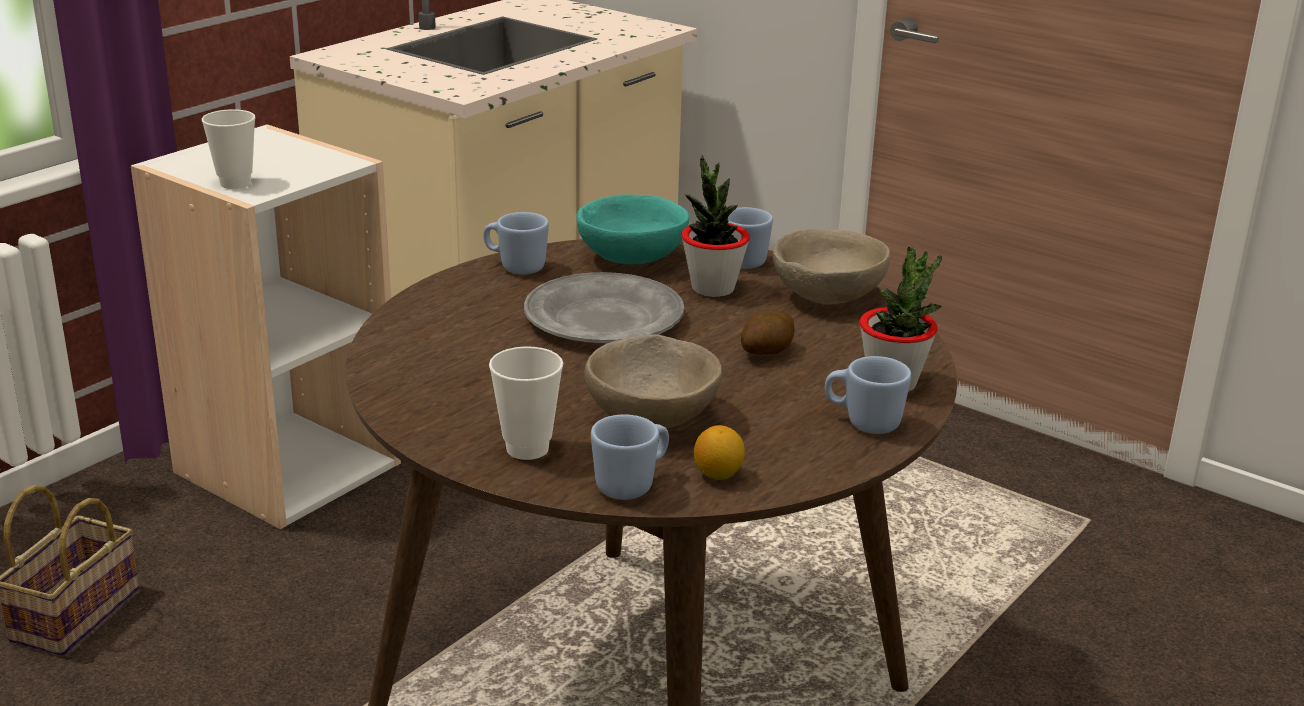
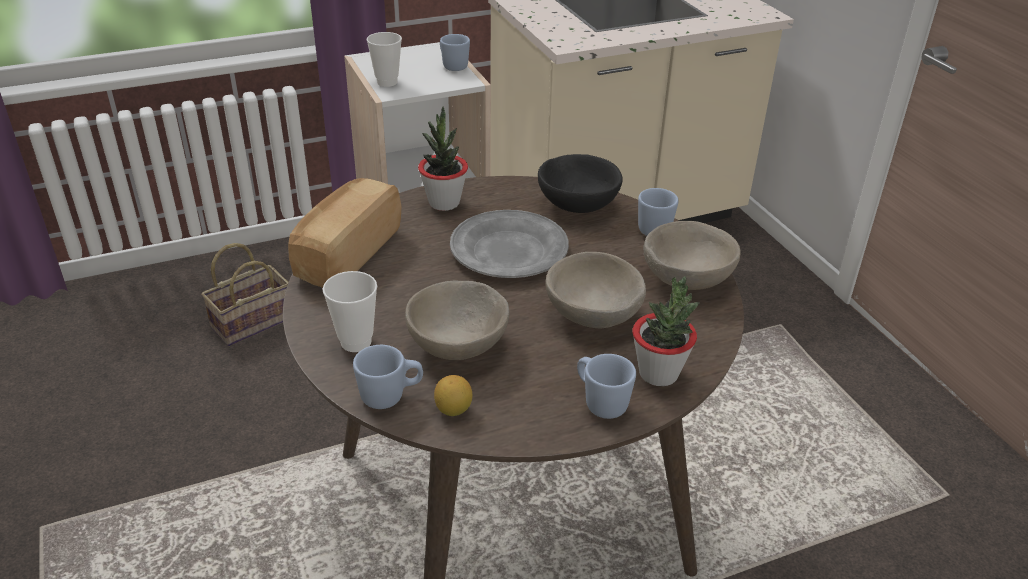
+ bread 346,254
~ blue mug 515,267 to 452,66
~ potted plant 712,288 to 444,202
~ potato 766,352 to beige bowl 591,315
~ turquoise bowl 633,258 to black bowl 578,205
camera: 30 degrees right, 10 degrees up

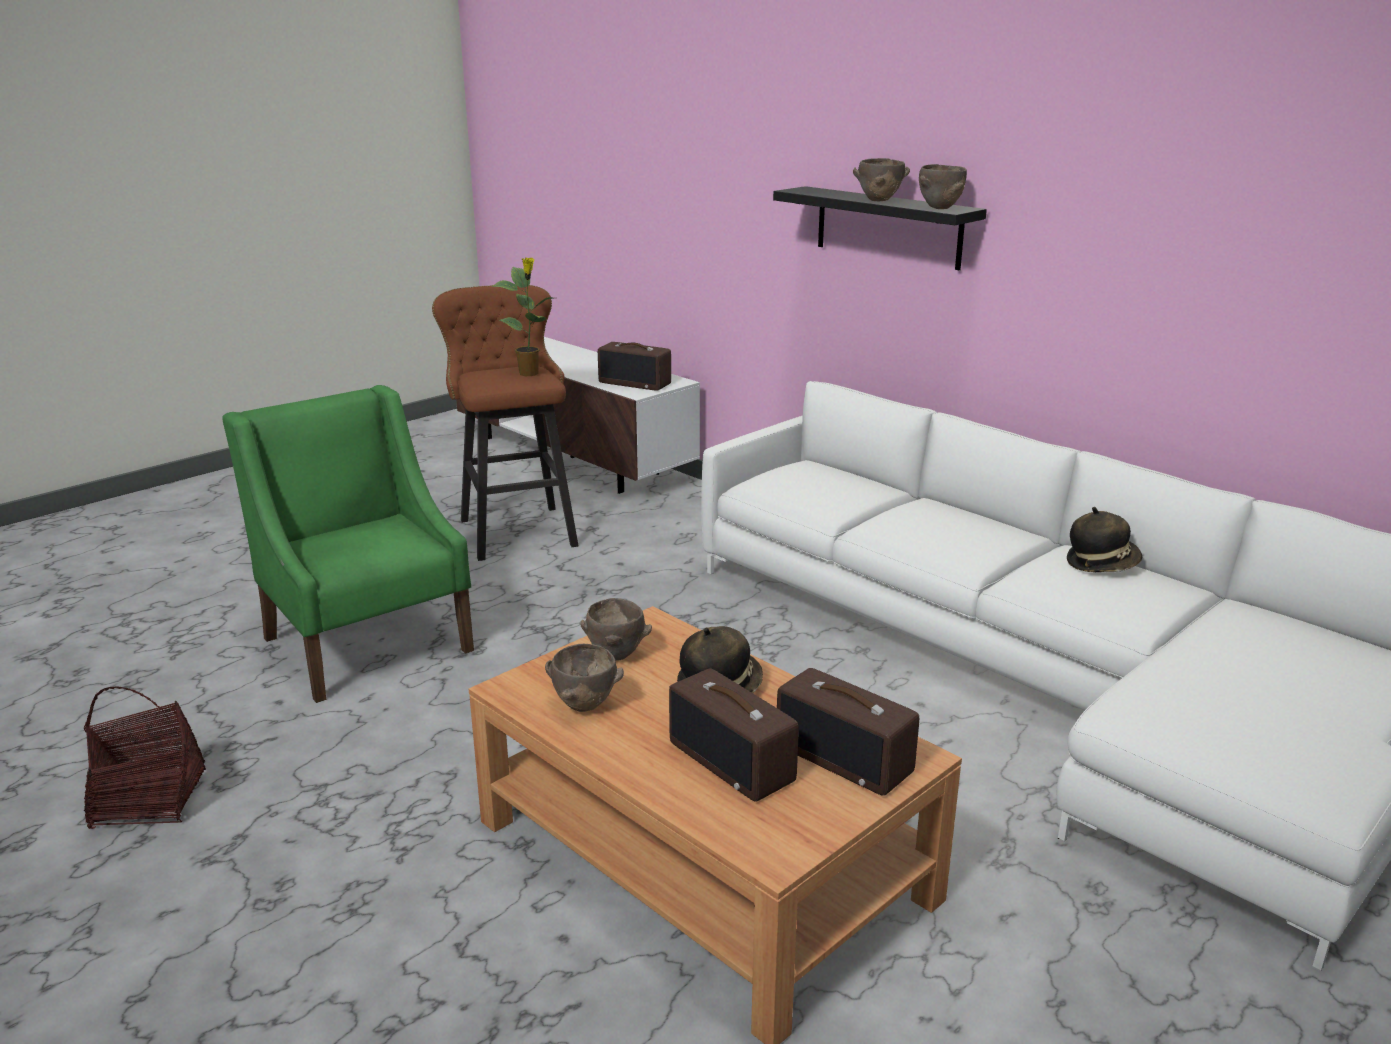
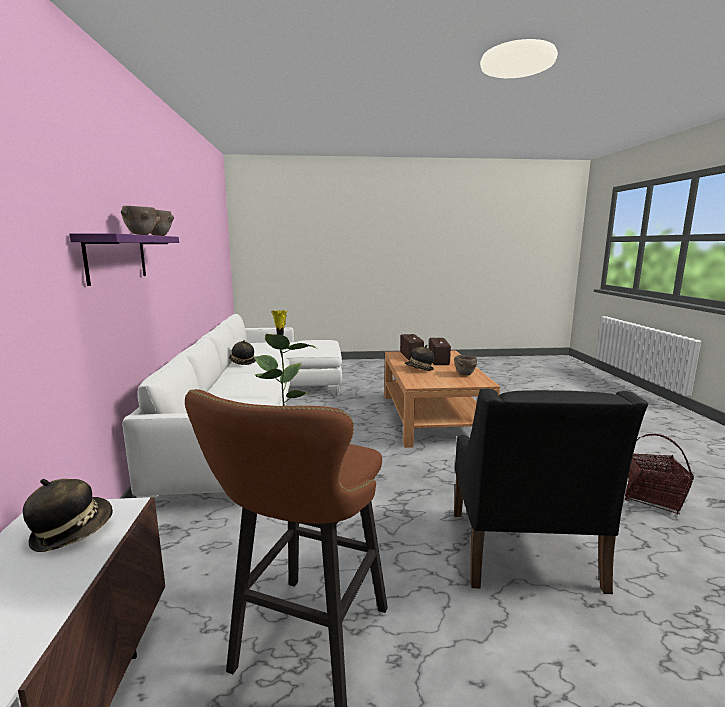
- brown bowl 616,656
~ radio 635,383 to hat 72,531
~ green armchair 367,643 to black armchair 522,550
~ black shelf 888,227 to purple shelf 117,258
camera: 140 degrees left, 10 degrees down

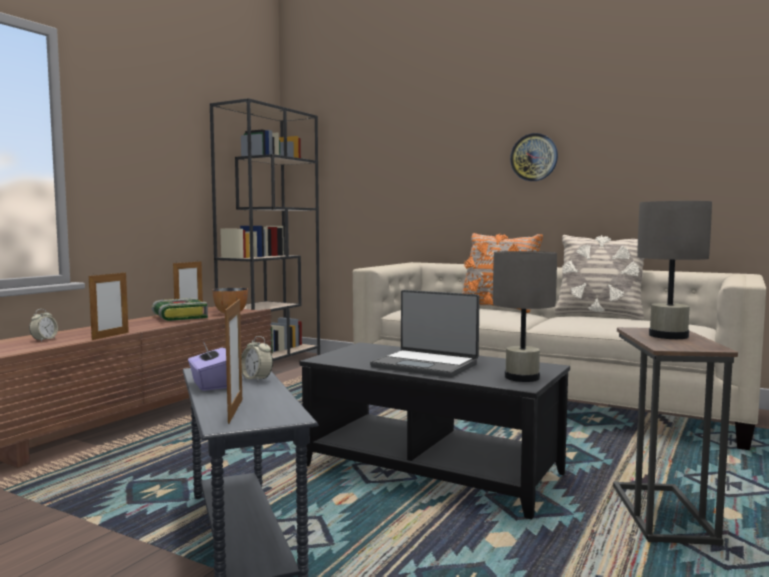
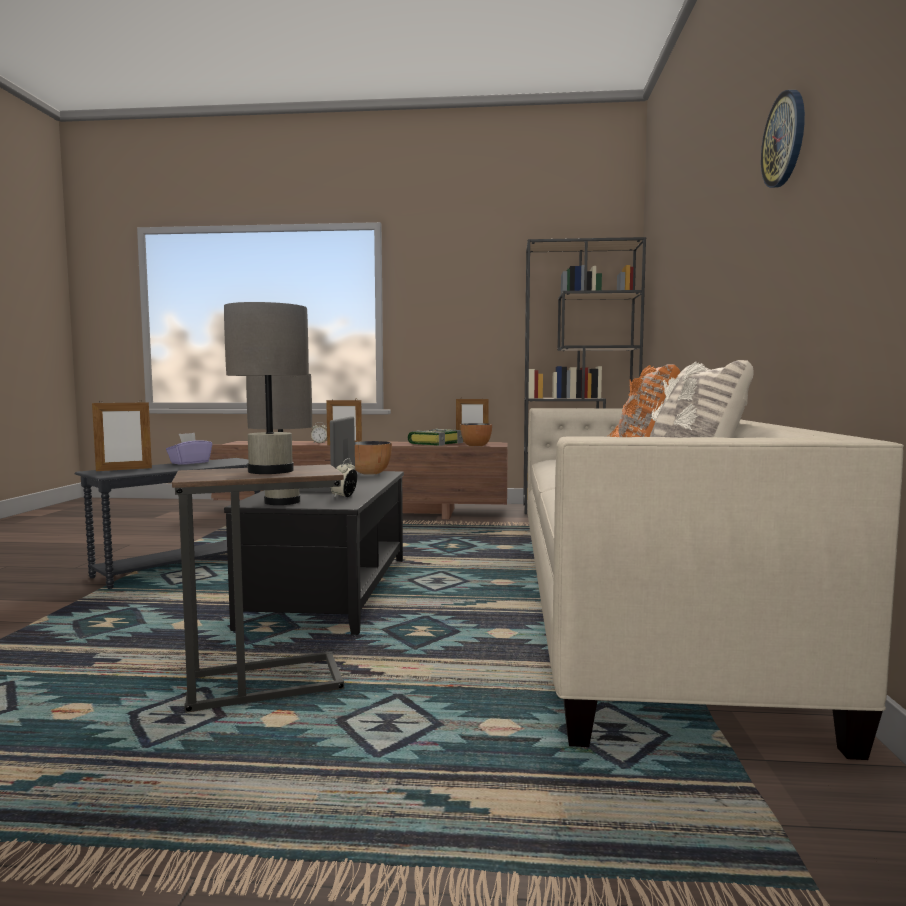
+ bowl 370,473
~ alarm clock 256,379 to 344,496
~ wall clock 534,157 to 784,139
camera: 65 degrees right, 0 degrees up

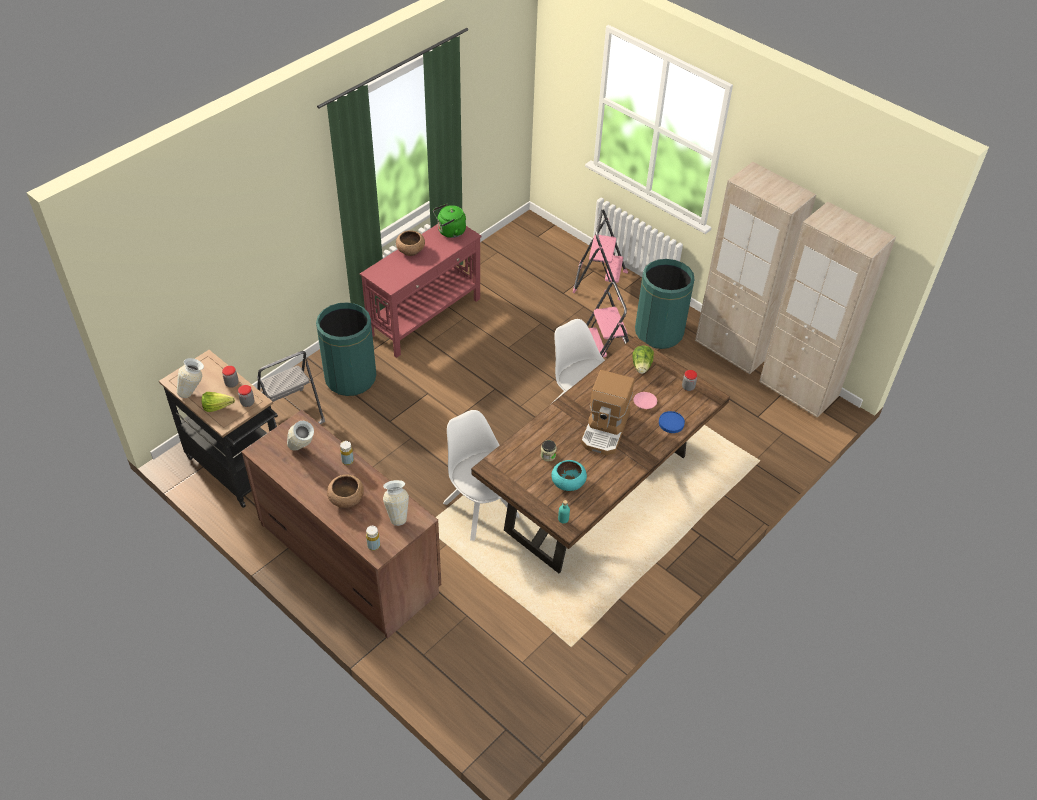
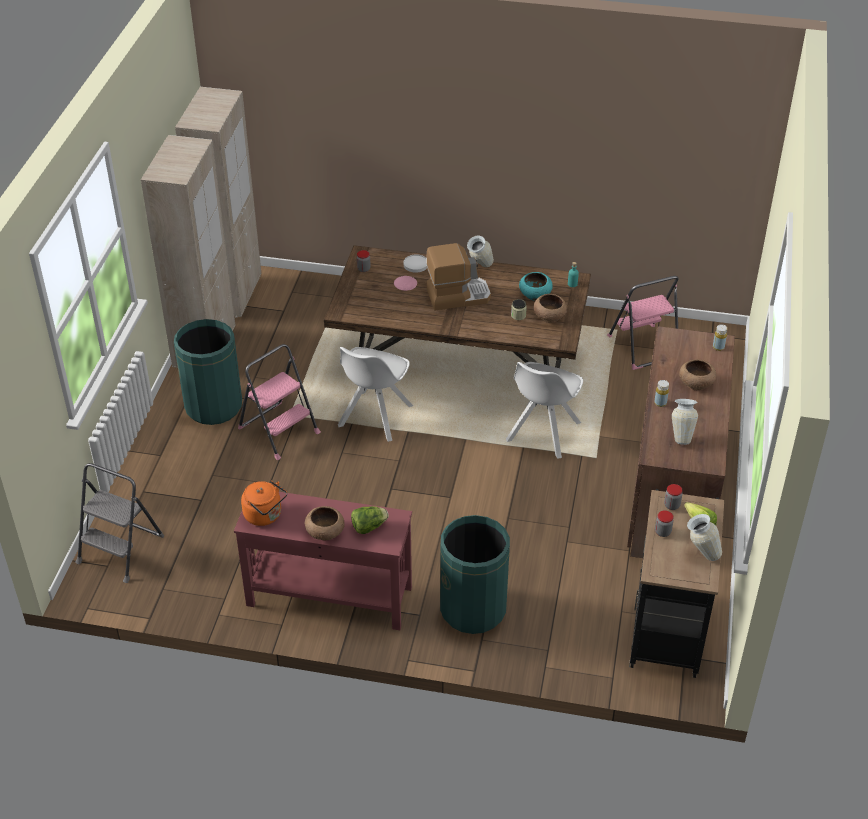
+ brown bowl 549,316
~ grey step ladder 291,416 to 123,547
~ vase 397,514 to 479,268
~ pink step ladder 597,281 to 643,348
~ lettuce 641,366 to 369,527
~ green kettle 450,232 to orange kettle 265,515
~ blue plate 671,423 to white plate 416,264
camera: 120 degrees left, 5 degrees down

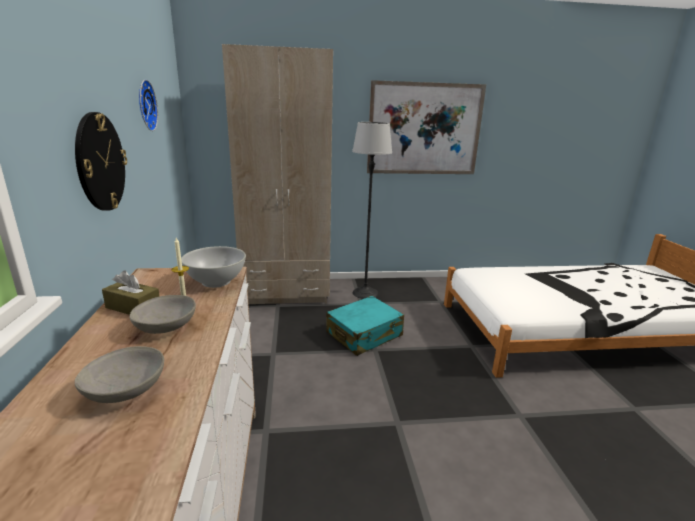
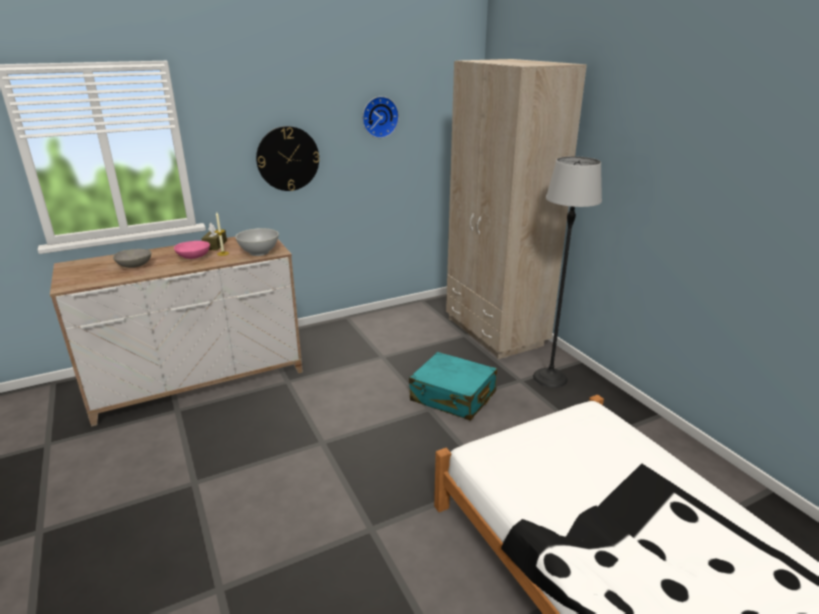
- picture 424,129
~ grey bowl 166,327 to pink bowl 193,257
camera: 70 degrees right, 5 degrees up

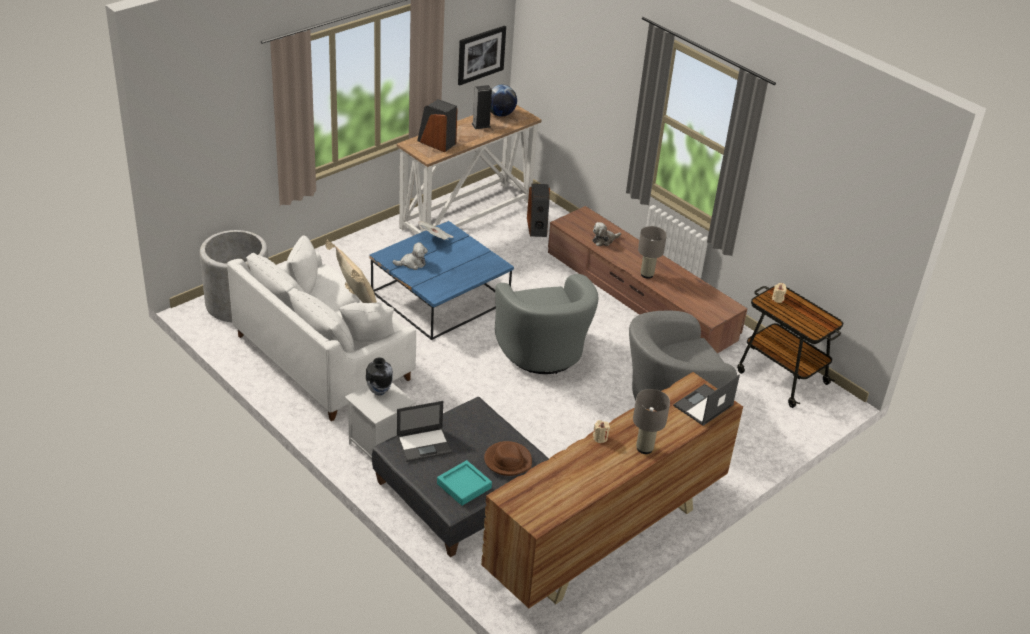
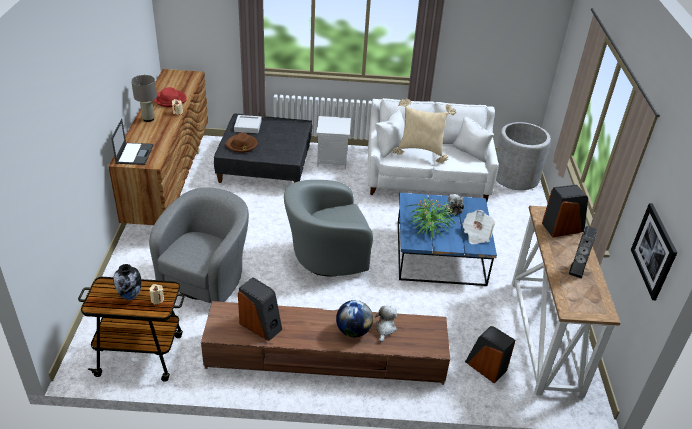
- laptop 425,444
- grey table lamp 647,274
+ red hat 170,100
+ speaker 261,325
+ potted plant 430,227
~ vase 379,391 to 130,296
~ globe 500,114 to 353,331
~ turquoise tray 464,486 to grey tray 248,126
~ grey armchair 542,354 = 326,257 45 degrees counterclockwise
camera: 135 degrees right, 0 degrees up

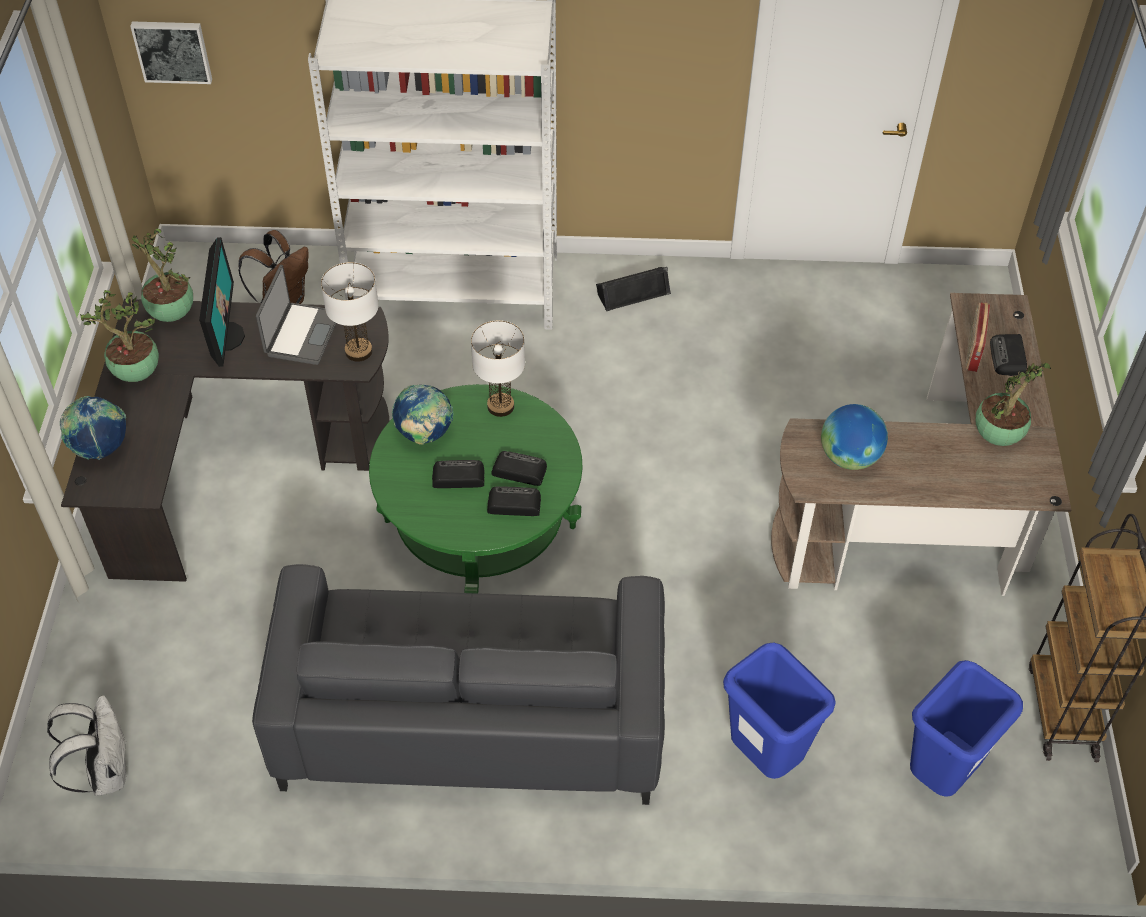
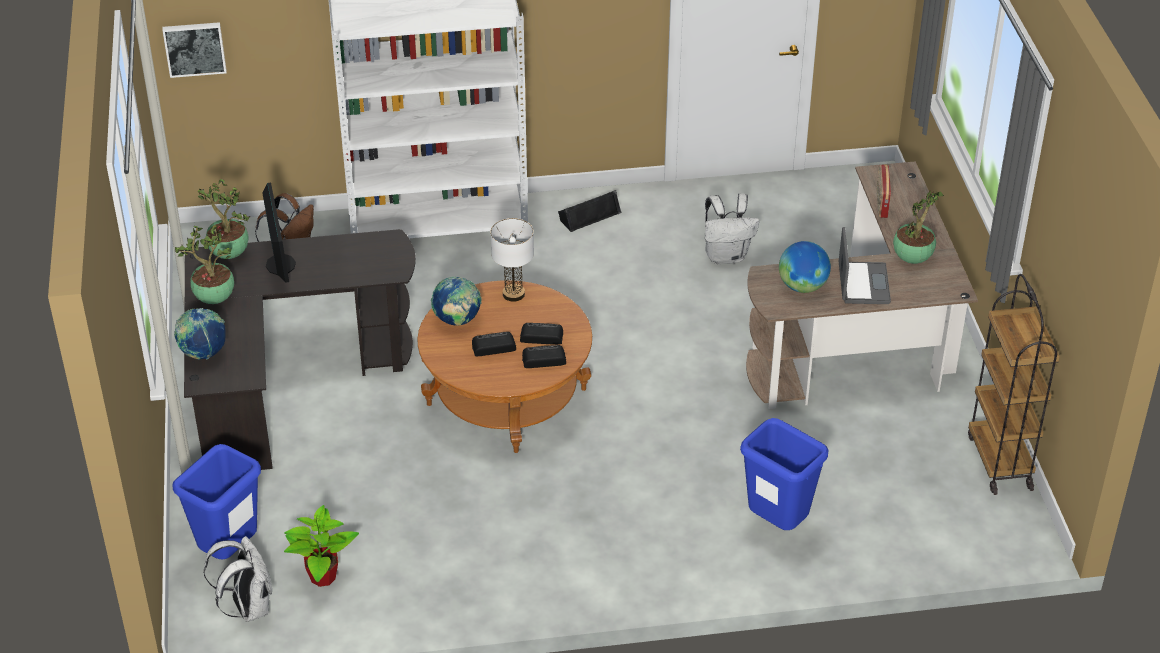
- grey sofa 469,721
- table lamp 358,351
- radio 1008,358
+ potted plant 322,577
+ white backpack 726,256
~ laptop 301,334 to 862,284
~ blue trash can 940,776 to 229,552
~ green coffee table 479,524 to brown coffee table 506,397
camera: 10 degrees left, 10 degrees down

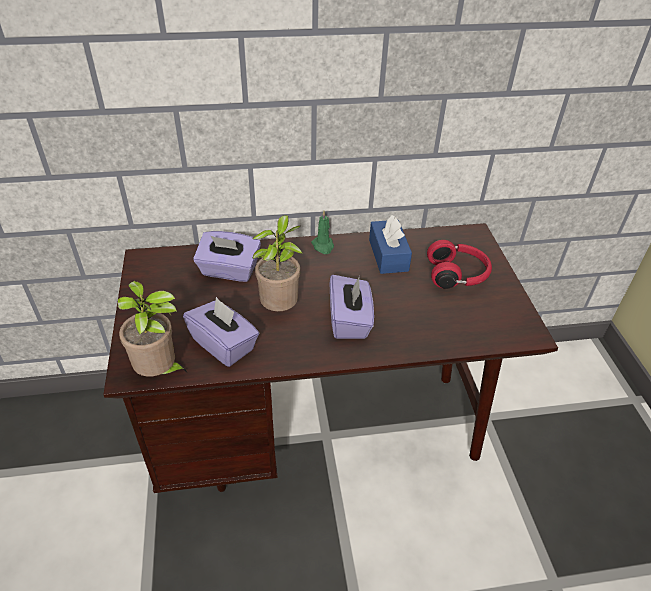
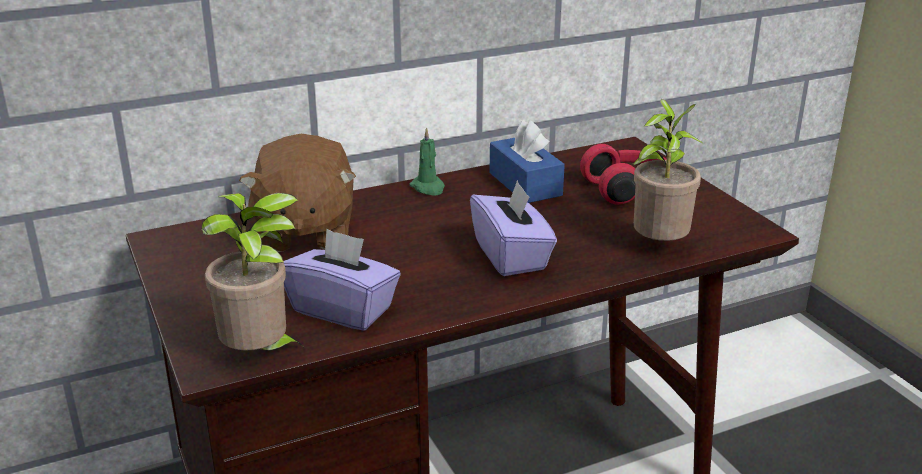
~ potted plant 280,308 to 658,247
~ purple tissue box 229,271 to brown plush toy 304,232
camera: 15 degrees left, 15 degrees down

